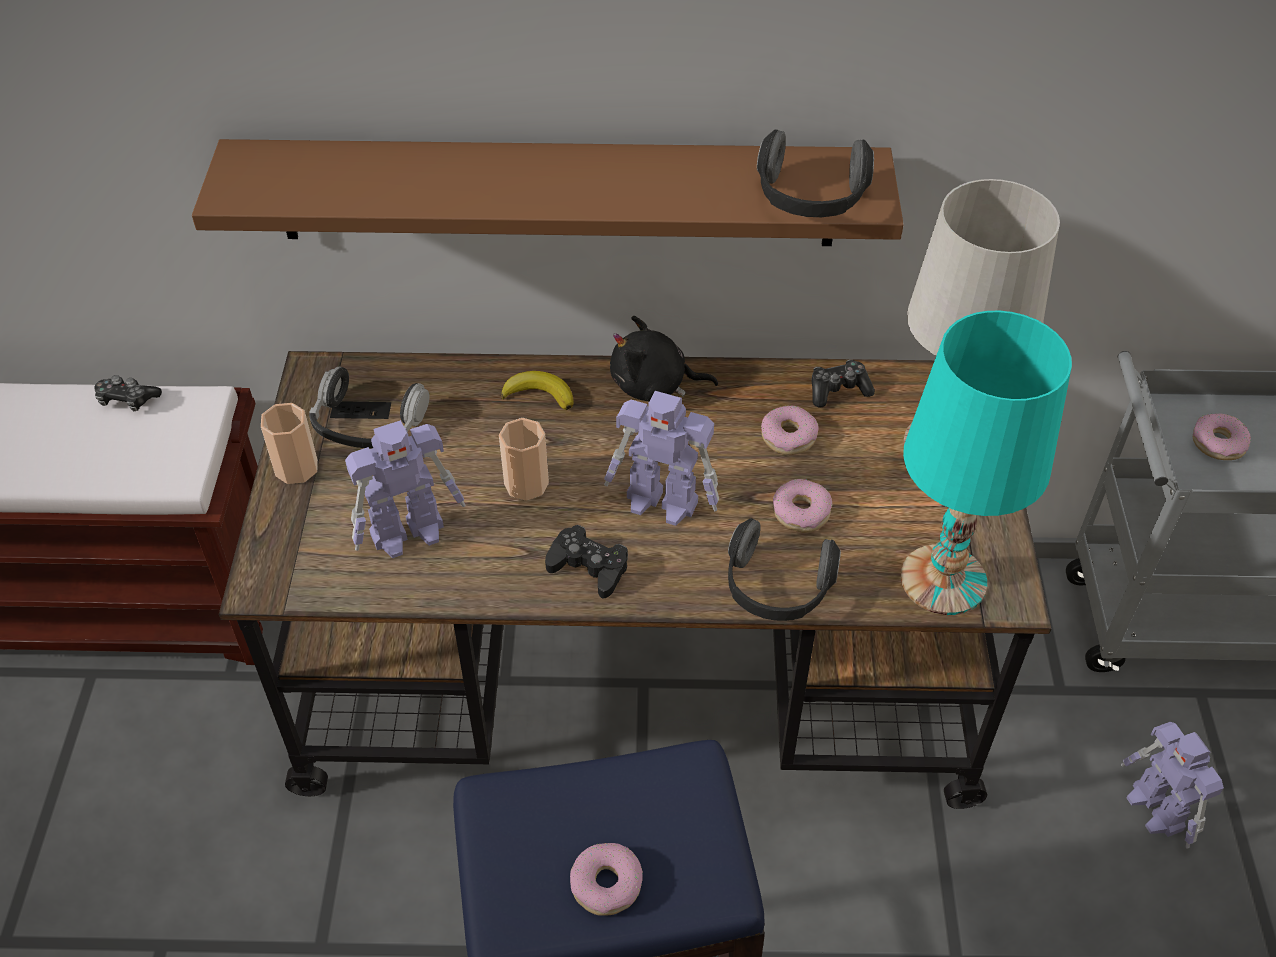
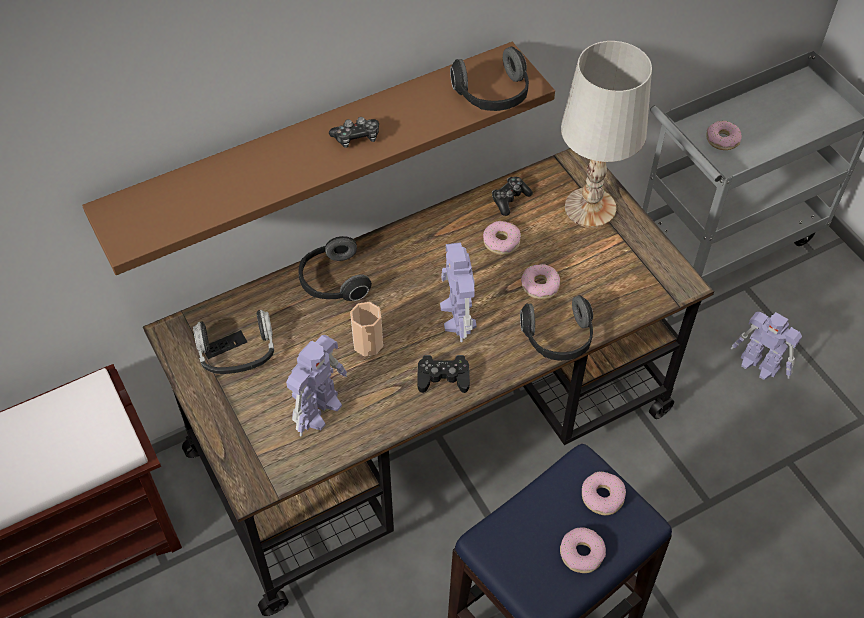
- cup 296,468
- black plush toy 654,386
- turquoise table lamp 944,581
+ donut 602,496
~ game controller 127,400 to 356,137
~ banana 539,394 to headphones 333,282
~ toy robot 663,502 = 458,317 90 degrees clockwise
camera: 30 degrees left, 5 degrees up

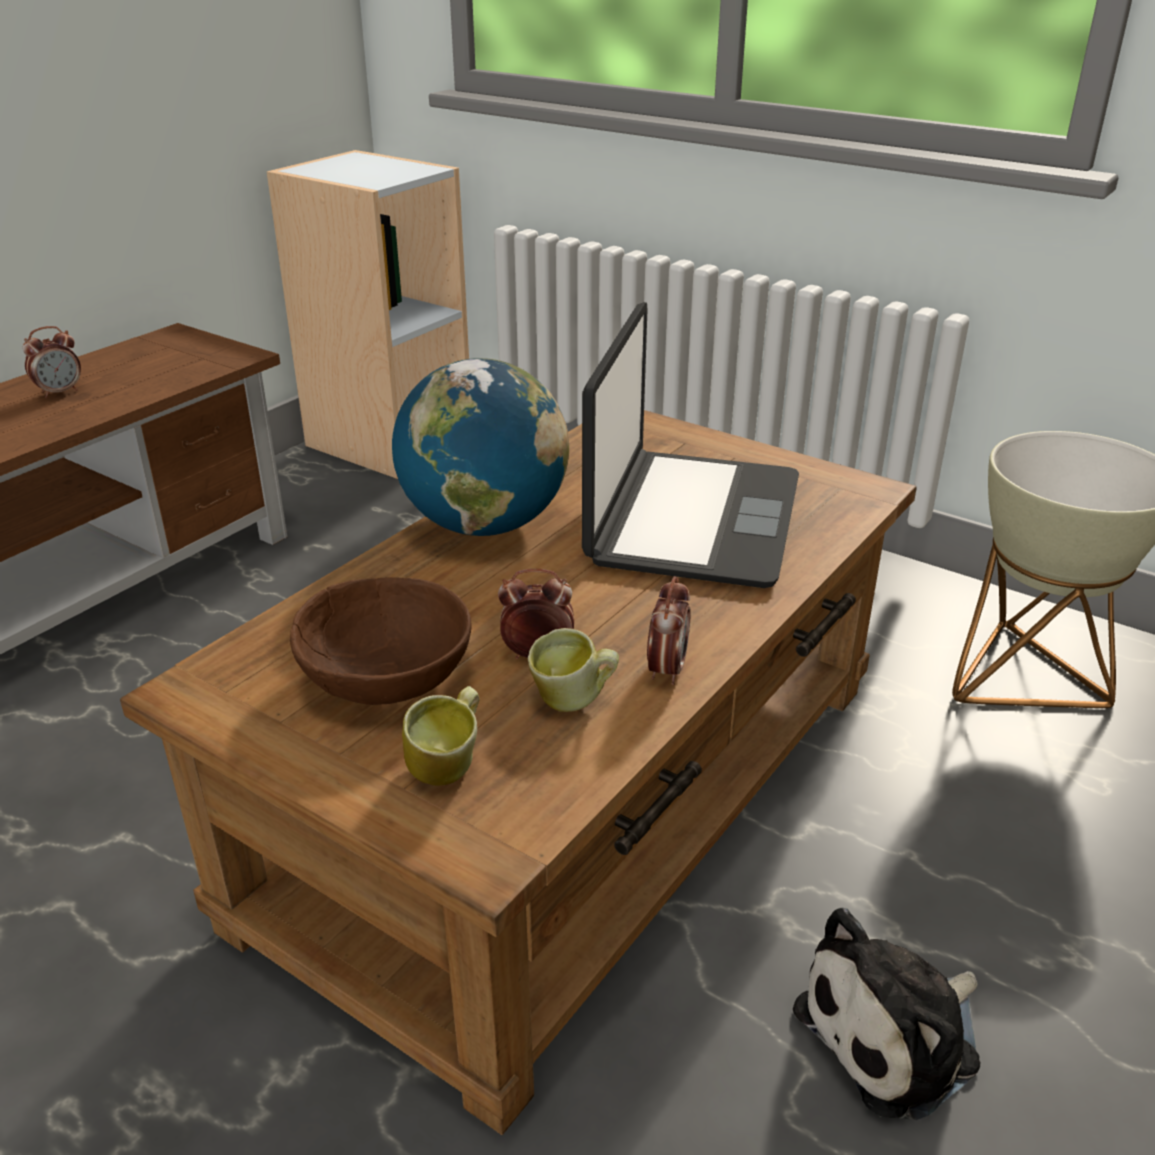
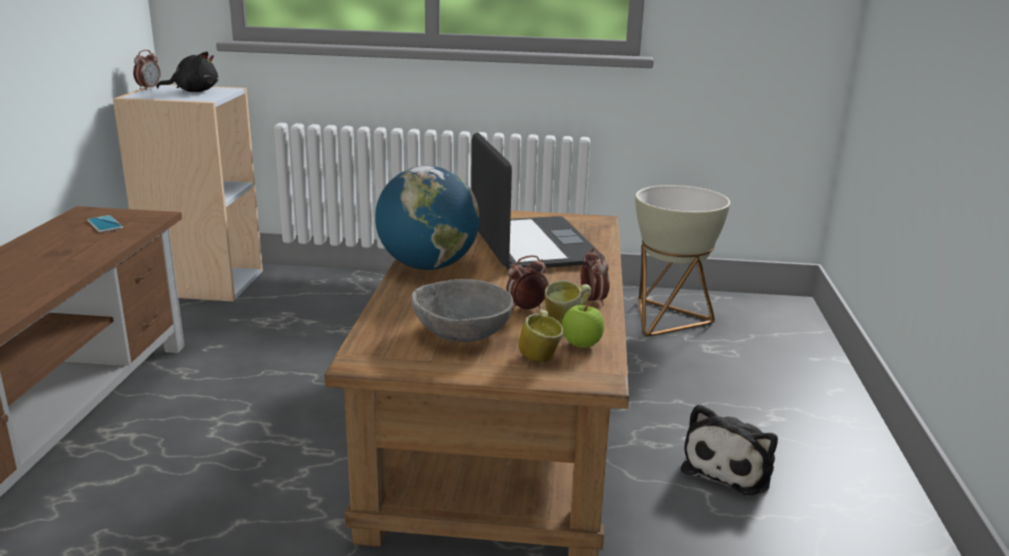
+ phone 105,224
+ black plush toy 194,91
+ apple 581,344
~ alarm clock 60,392 to 149,88
~ brown bowl 385,676 to grey bowl 461,332
camera: 30 degrees left, 10 degrees down

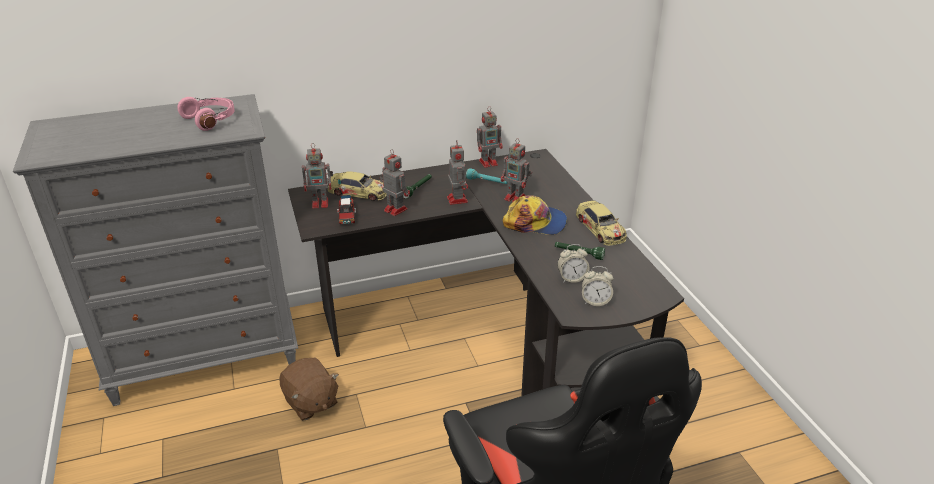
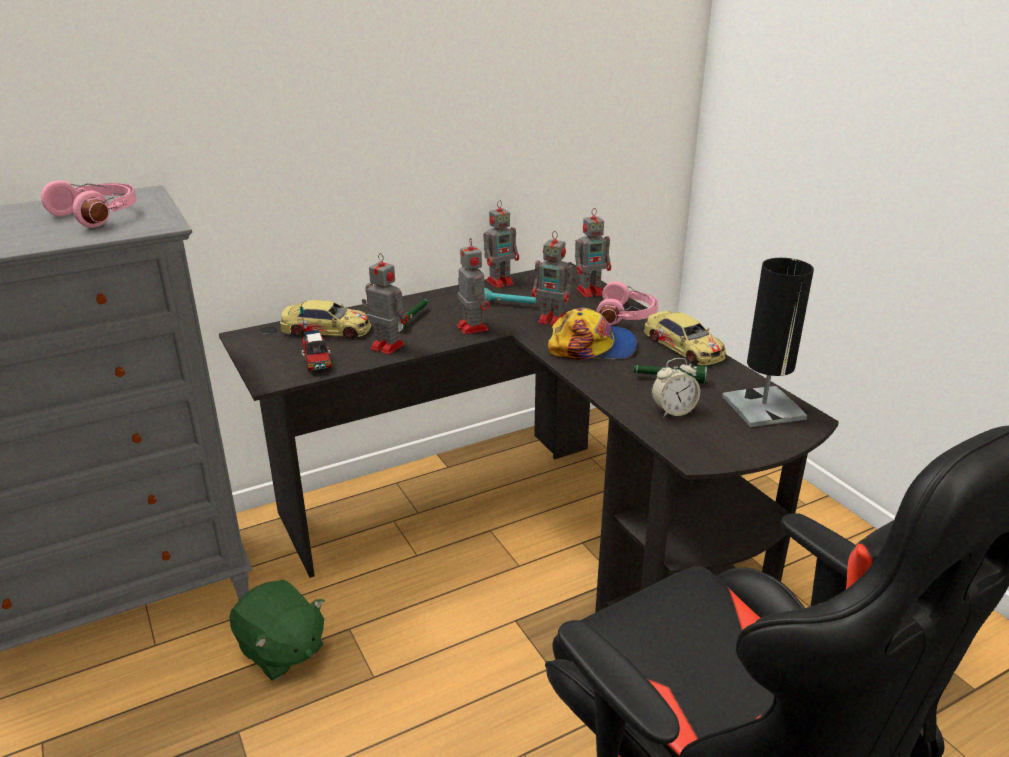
- alarm clock 595,301
+ pink headphones 627,316
+ black table lamp 763,407
~ toy robot 321,203 to 591,291
~ brown plush toy 310,402 to green plush toy 281,650
camera: 10 degrees left, 5 degrees down

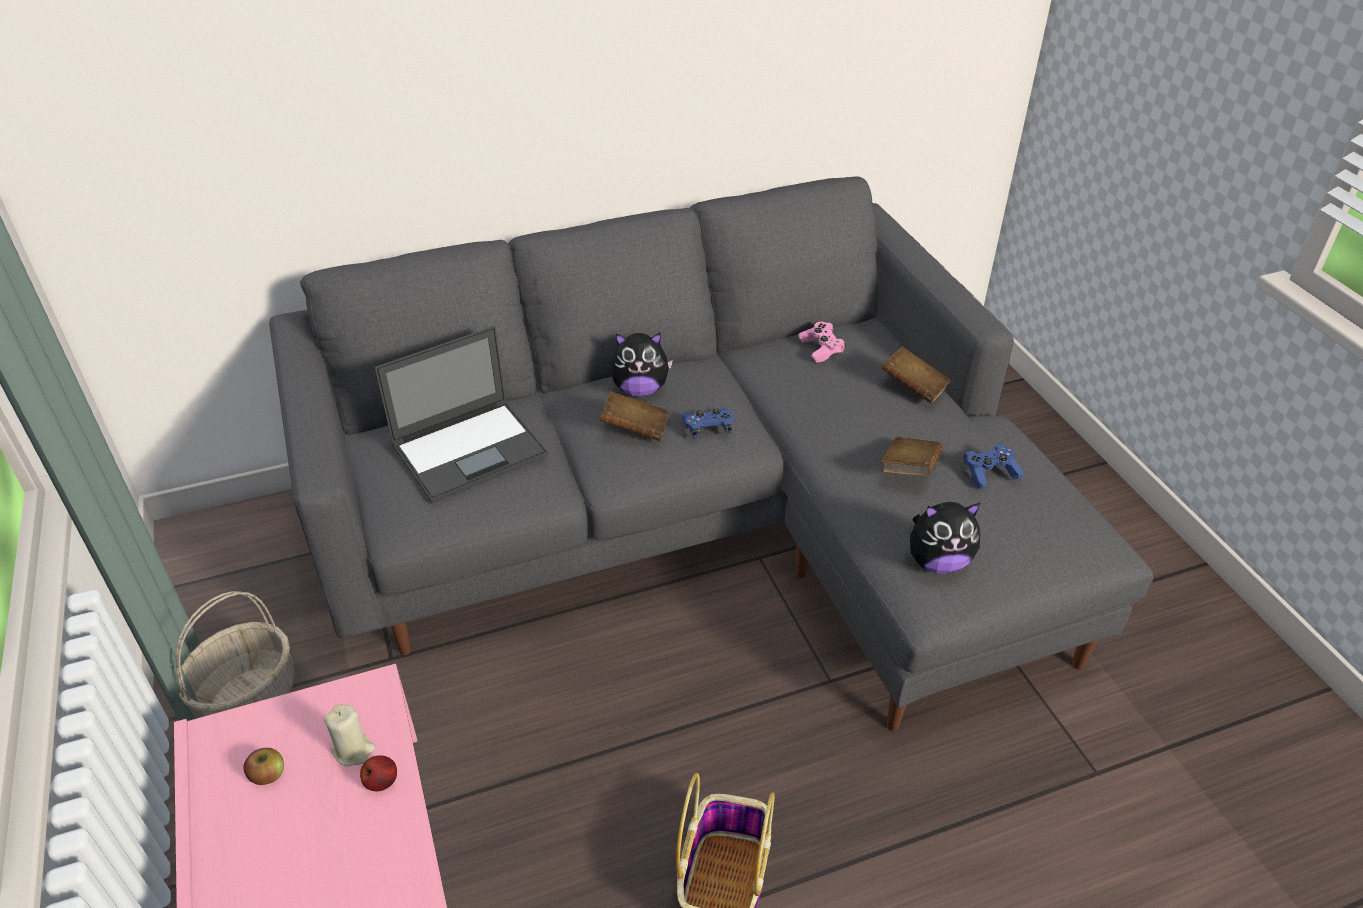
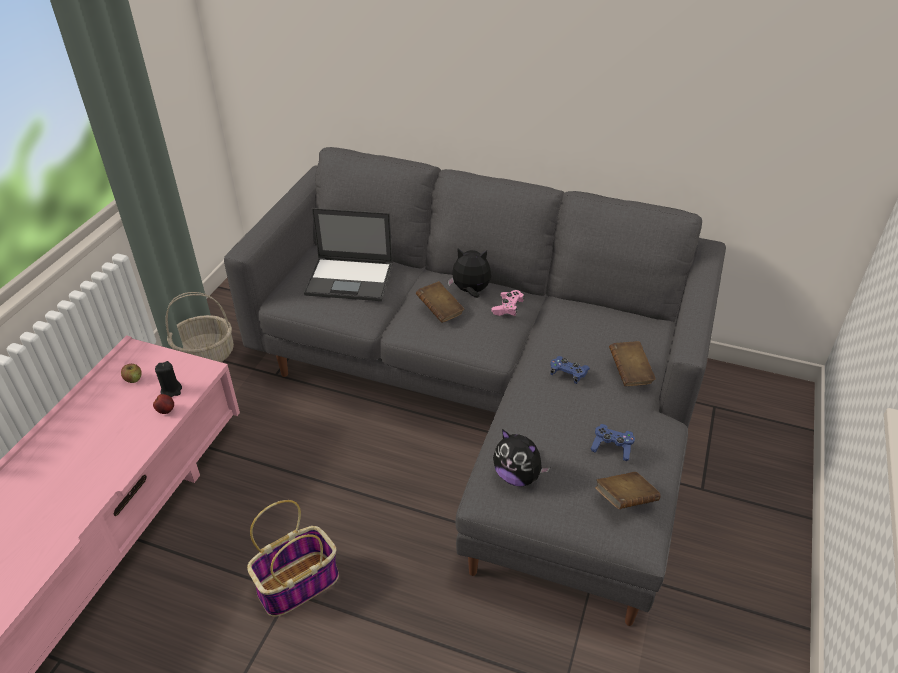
~ blue game controller 708,429 to 568,374
~ pink game controller 821,349 to 508,308
~ brown book 909,470 to 625,499
~ beige candle 353,750 to black candle 171,390
~ plush toy 640,389 = 470,291 150 degrees clockwise
camera: 40 degrees right, 0 degrees up

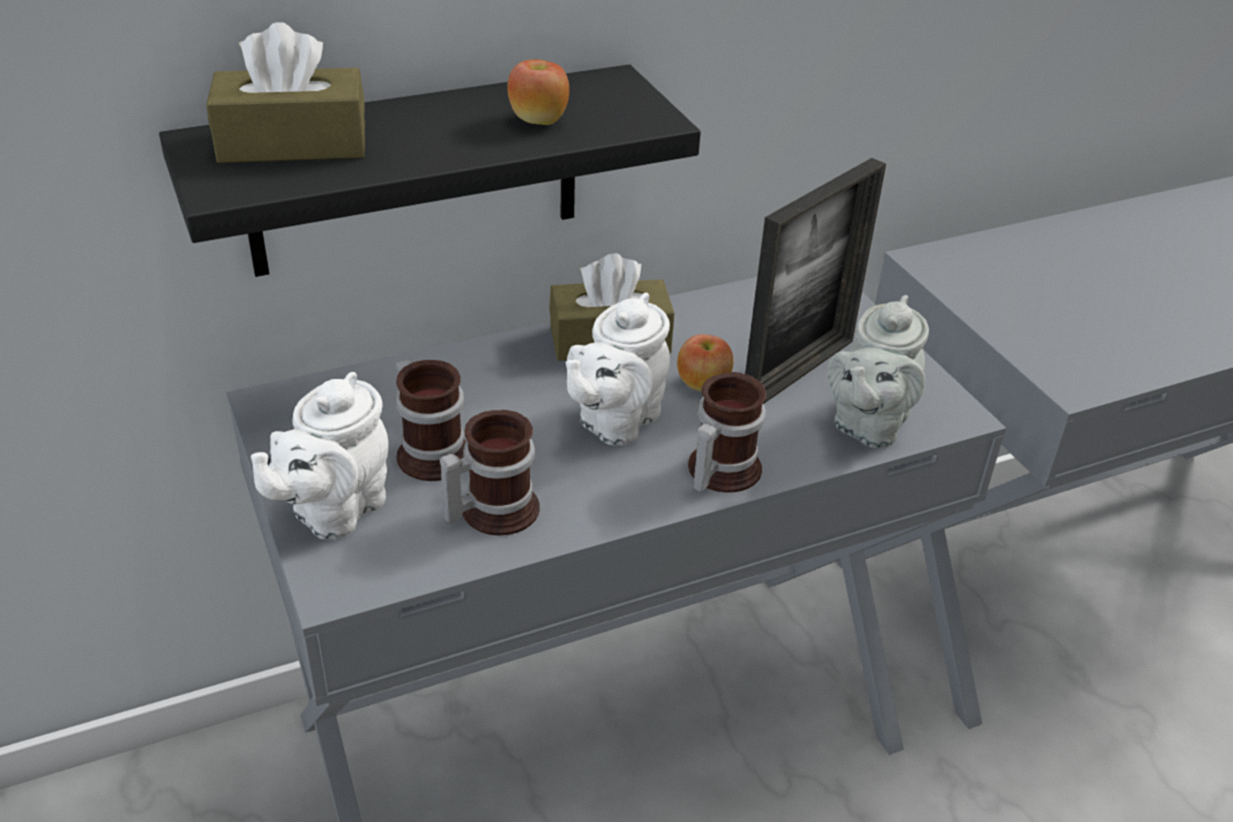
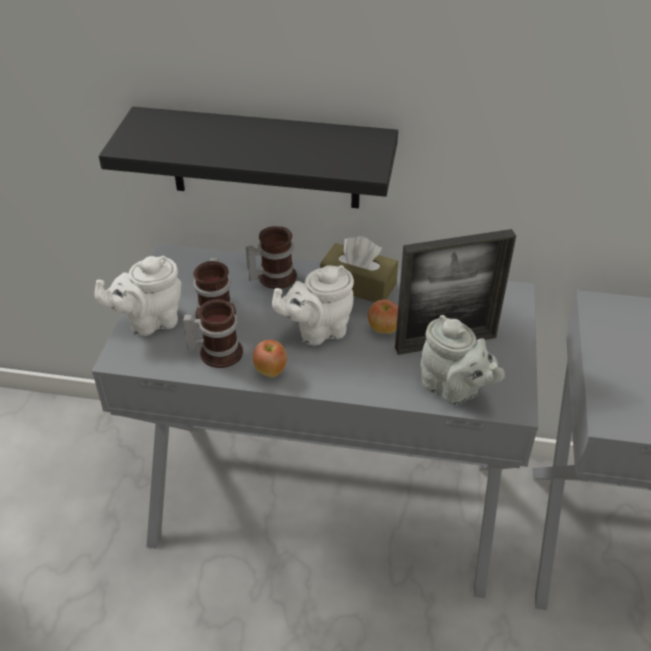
- brown tissue box 293,143
~ apple 538,121 to 271,370
~ mug 717,471 to 272,276
~ grey teapot 868,424 = 454,389 105 degrees counterclockwise
camera: 35 degrees right, 5 degrees up

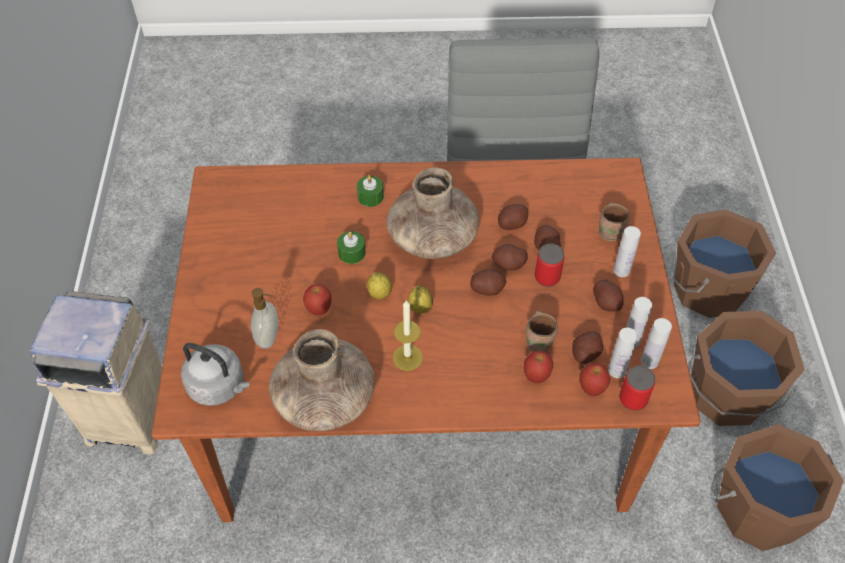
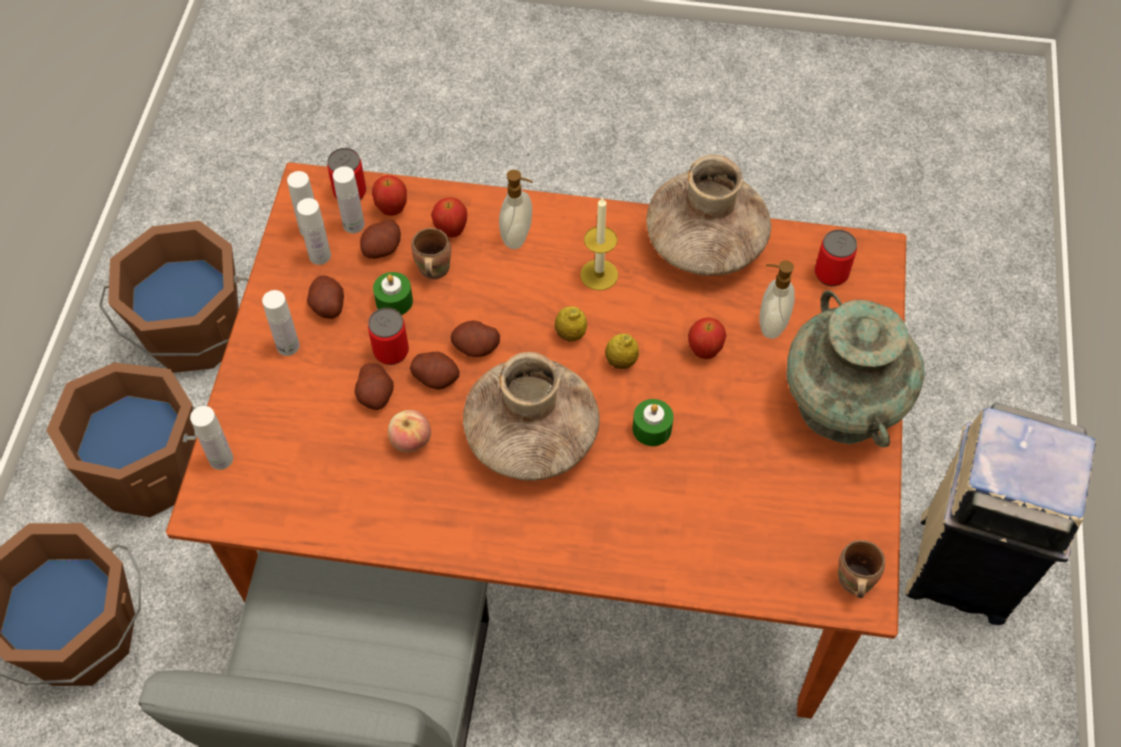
+ white bottle 221,459
+ soap dispenser 518,237
+ turquoise vase 841,404
~ green candle 370,197 to 394,301
~ brown mug 611,232 to 853,582
~ grey kettle 219,386 to can 831,274
~ potato 512,223 to apple 410,441
camera: 170 degrees left, 5 degrees up

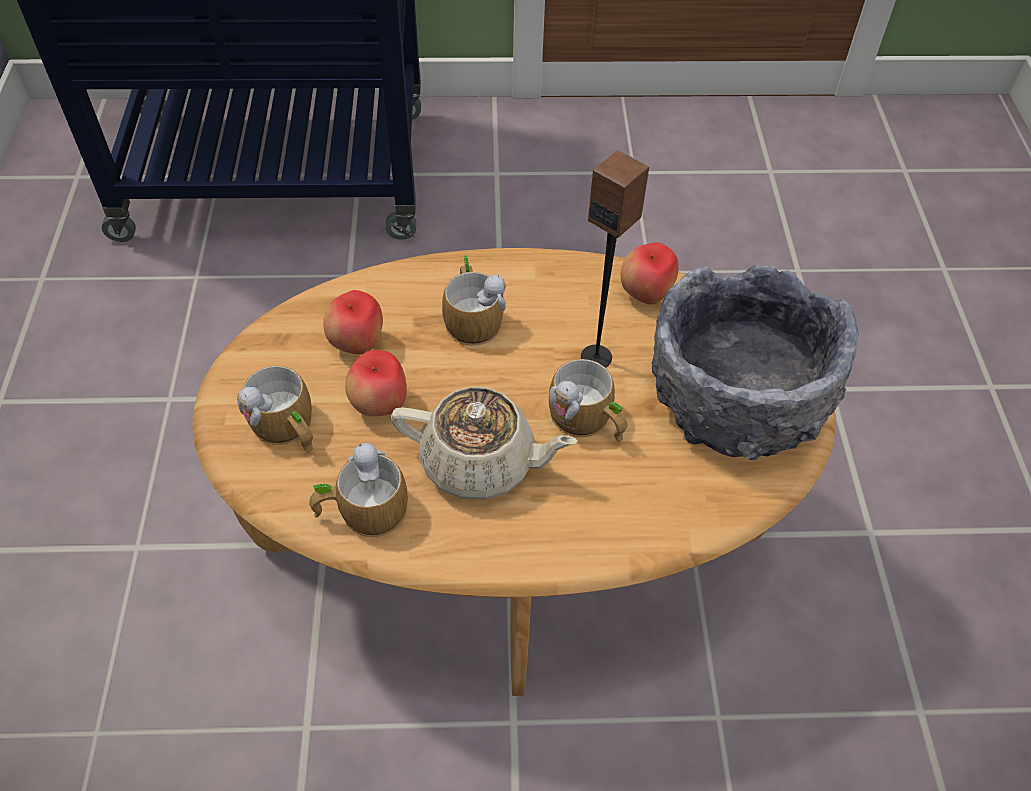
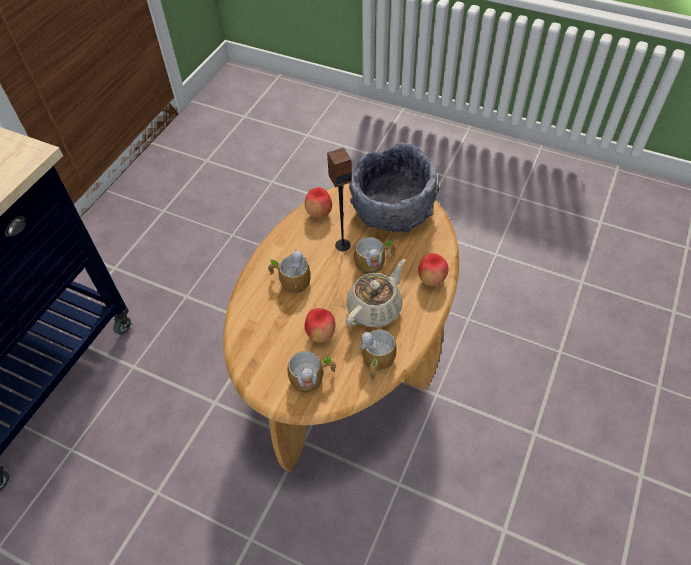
~ apple 357,344 to 431,280
camera: 60 degrees left, 0 degrees up

